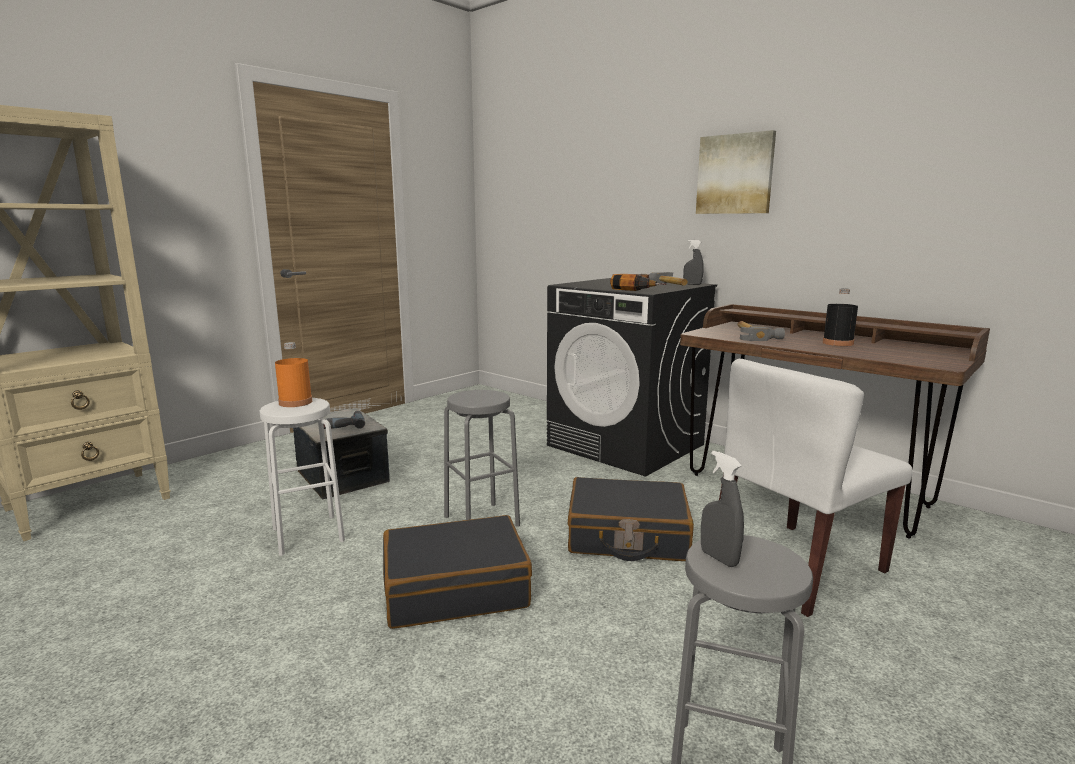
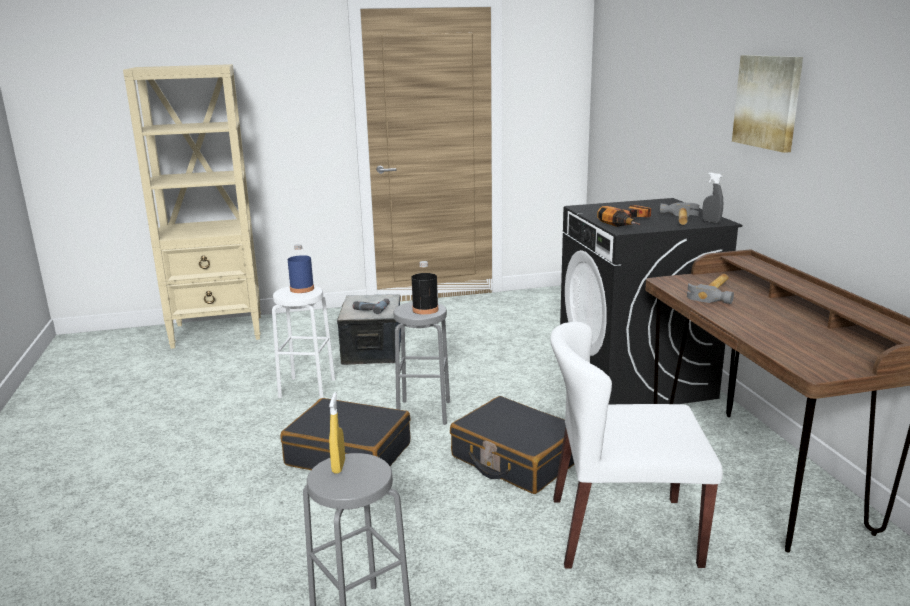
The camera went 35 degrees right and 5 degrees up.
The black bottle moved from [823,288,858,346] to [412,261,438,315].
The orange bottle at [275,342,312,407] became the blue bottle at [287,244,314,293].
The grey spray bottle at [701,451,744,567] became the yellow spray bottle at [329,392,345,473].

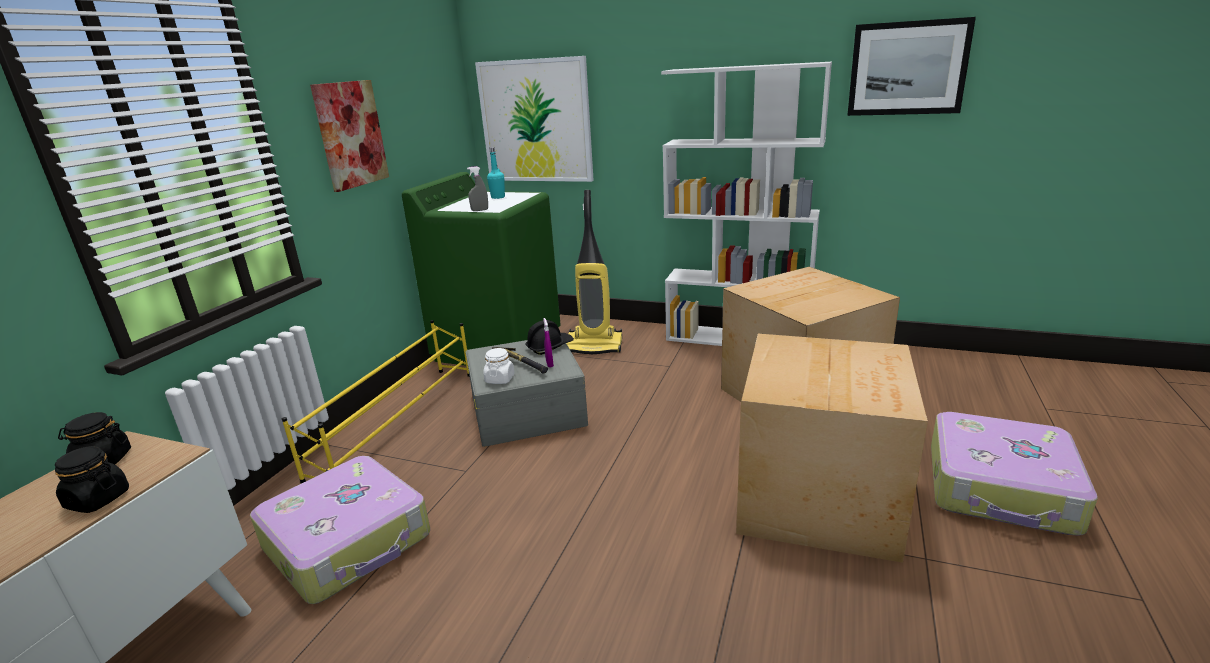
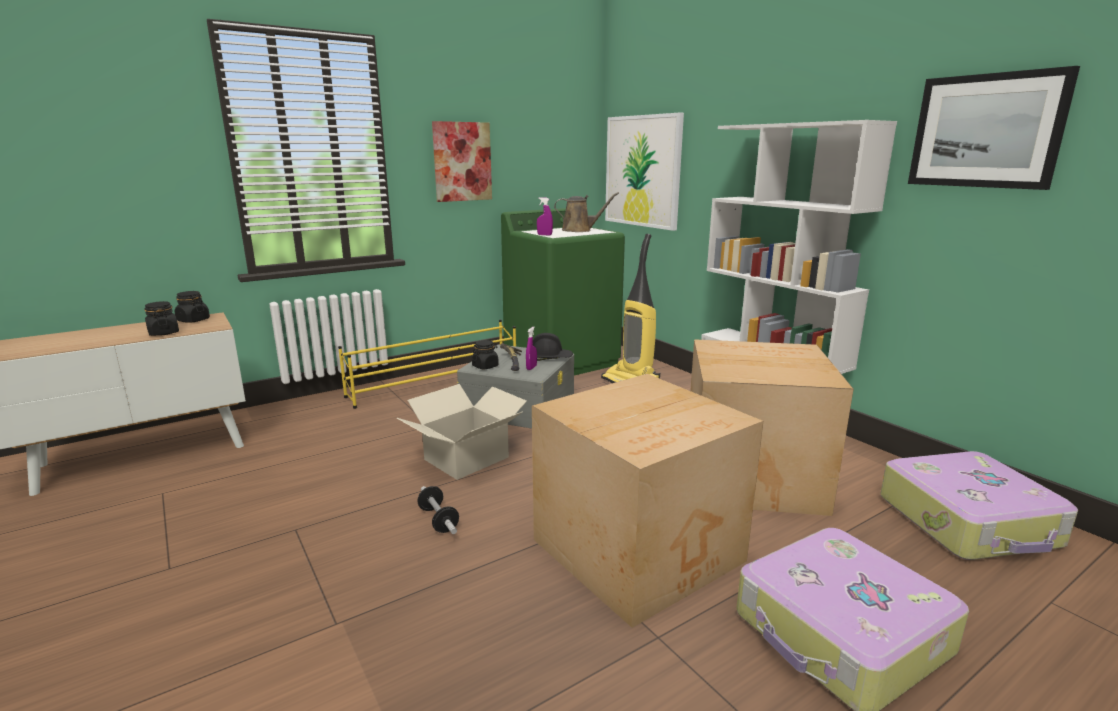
The camera went 35 degrees right and 5 degrees down.
The turquoise bottle at [487,147,505,199] was replaced by the brown watering can at [554,192,619,232].
The grey spray bottle at [467,166,488,211] became the purple spray bottle at [537,197,553,235].
The white jar at [483,348,515,384] became the black jar at [472,340,499,369].
The suitcase moved from [250,456,430,604] to [880,451,1078,560].
The cardboard box at [397,384,527,480] appeared.
The dumbbell at [417,486,459,534] appeared.

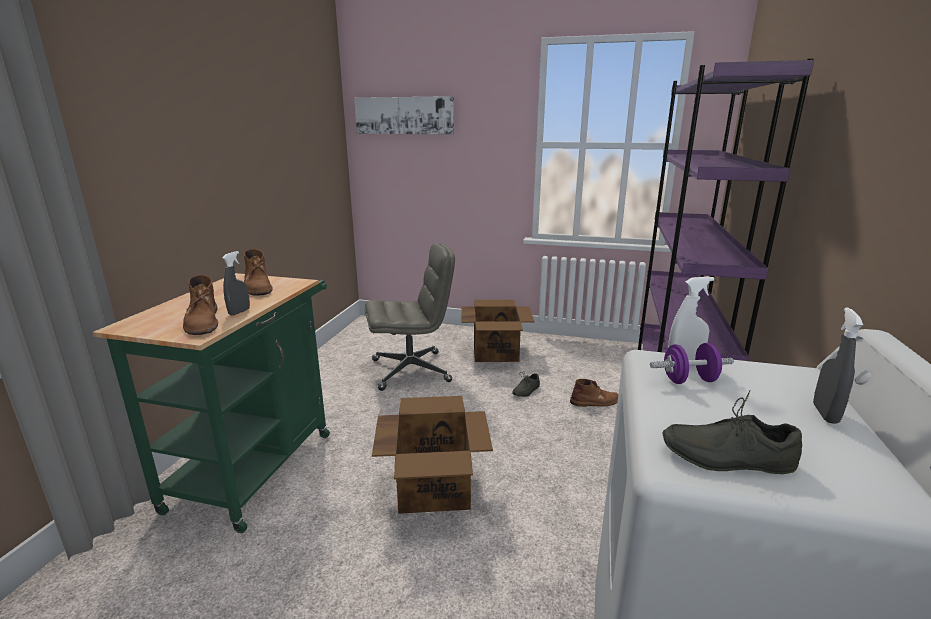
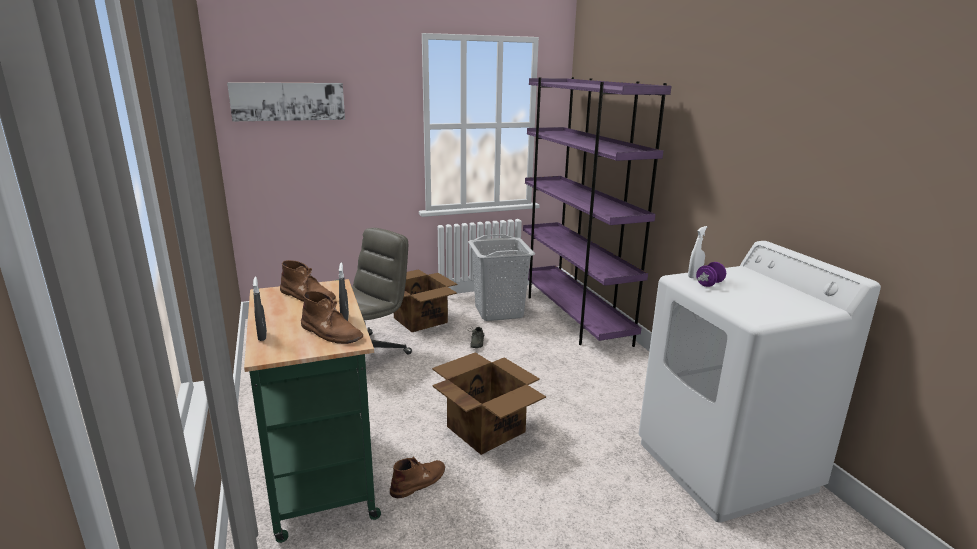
The camera went 35 degrees left and 0 degrees up.
The grey spray bottle moved from [813,307,863,424] to [253,276,267,341].
The brown boot moved from [570,379,618,407] to [390,457,445,498].
The grey shoe at [662,390,802,474] disappeared.
The grey laundry basket at [468,234,535,321] appeared.

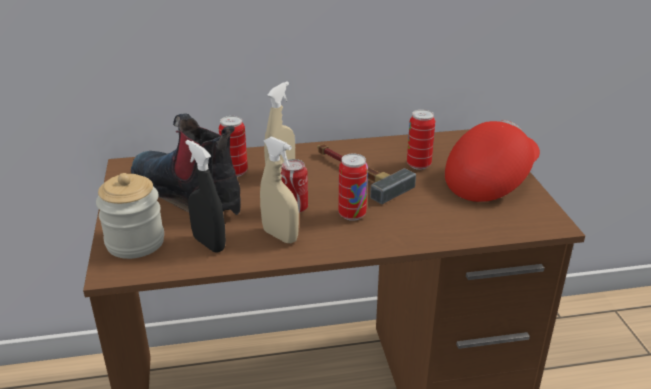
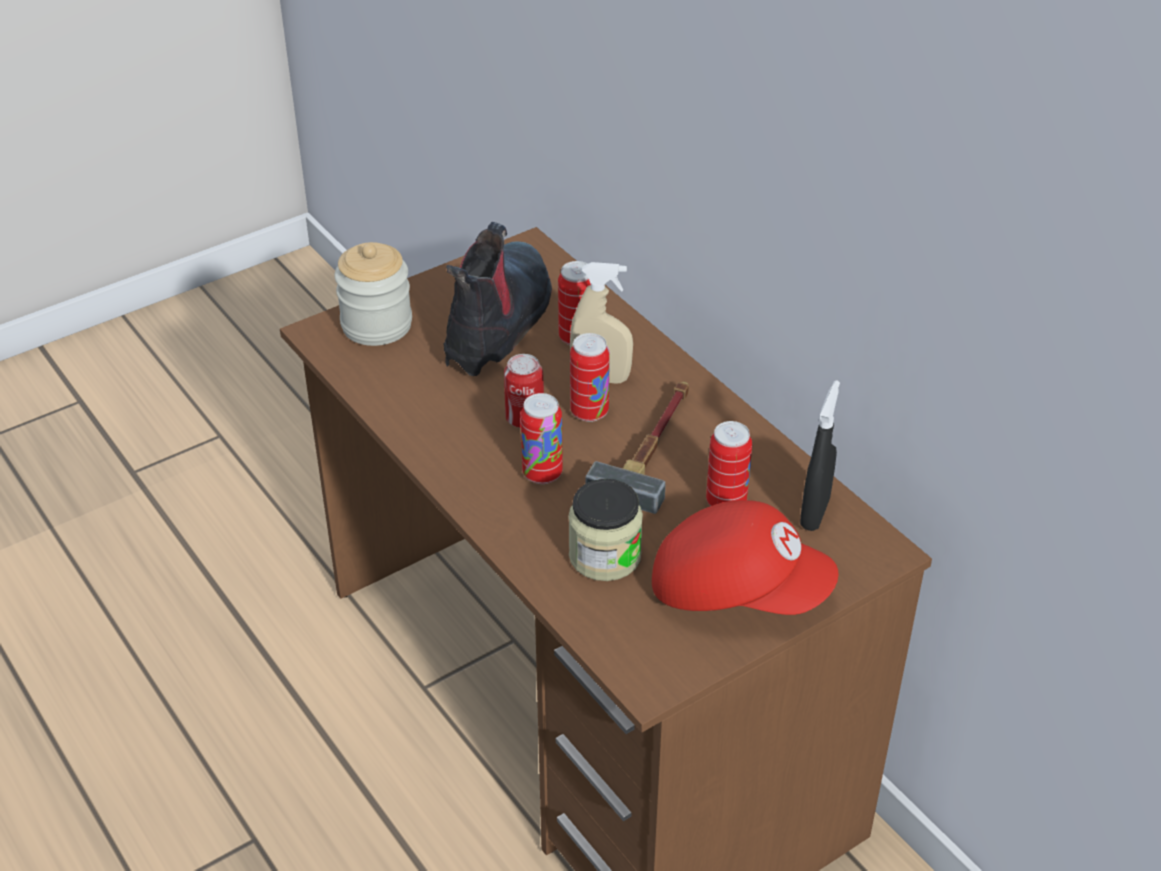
The camera went 65 degrees right and 10 degrees up.
The beige spray bottle at [260,136,299,243] disappeared.
The black spray bottle moved from [186,140,226,253] to [800,380,840,531].
The can at [570,333,610,422] appeared.
The jar at [568,479,643,581] appeared.

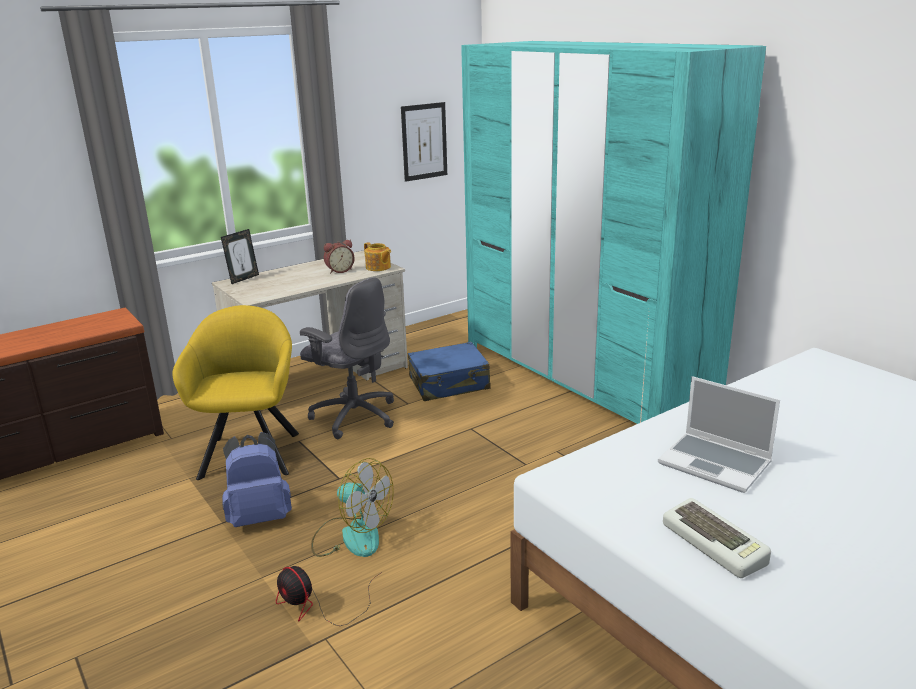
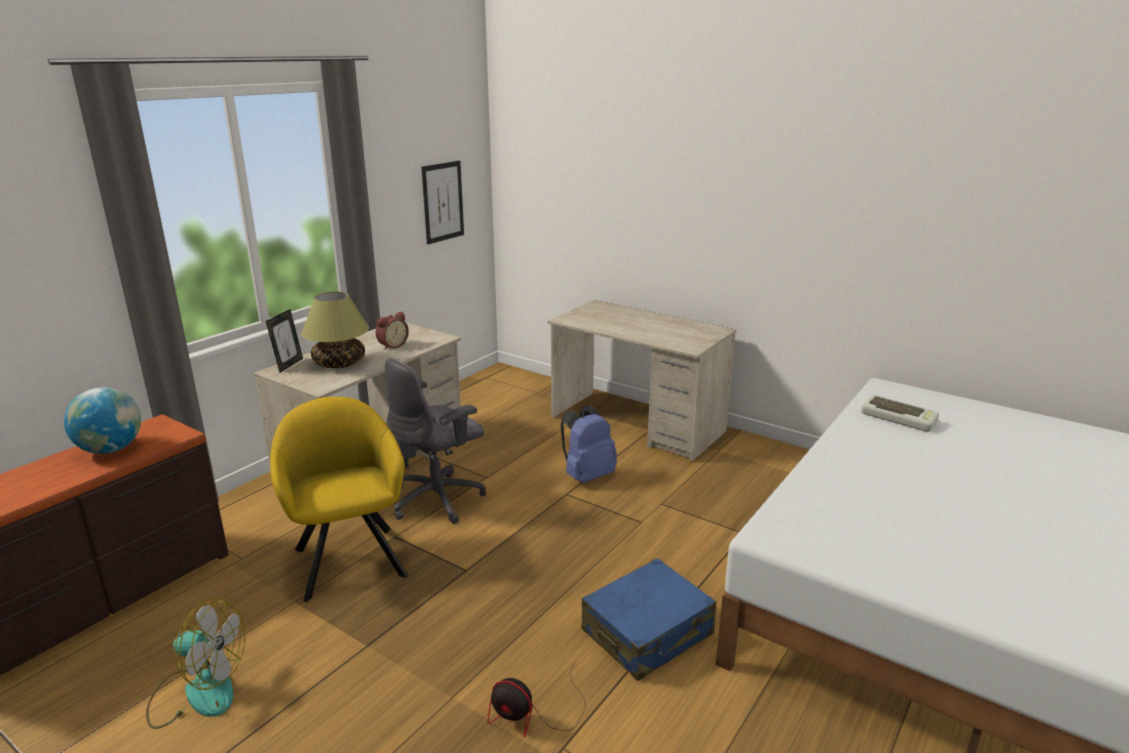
The camera went 20 degrees left and 0 degrees up.
The turquoise wardrobe at [461,41,766,424] was replaced by the beige desk at [548,300,736,461].
The teapot at [364,242,391,271] disappeared.
The grey office chair at [300,277,394,439] turned 120 degrees clockwise.
The blue suitcase moved from [408,342,491,401] to [582,558,716,681].
The laptop at [658,376,780,493] disappeared.
The blue backpack moved from [222,432,292,527] to [561,406,617,483].
The fan moved from [311,458,394,557] to [146,598,245,729].
The keyboard moved from [663,498,771,578] to [861,395,939,432].
The table lamp at [301,292,369,368] appeared.
The globe at [64,387,141,454] appeared.

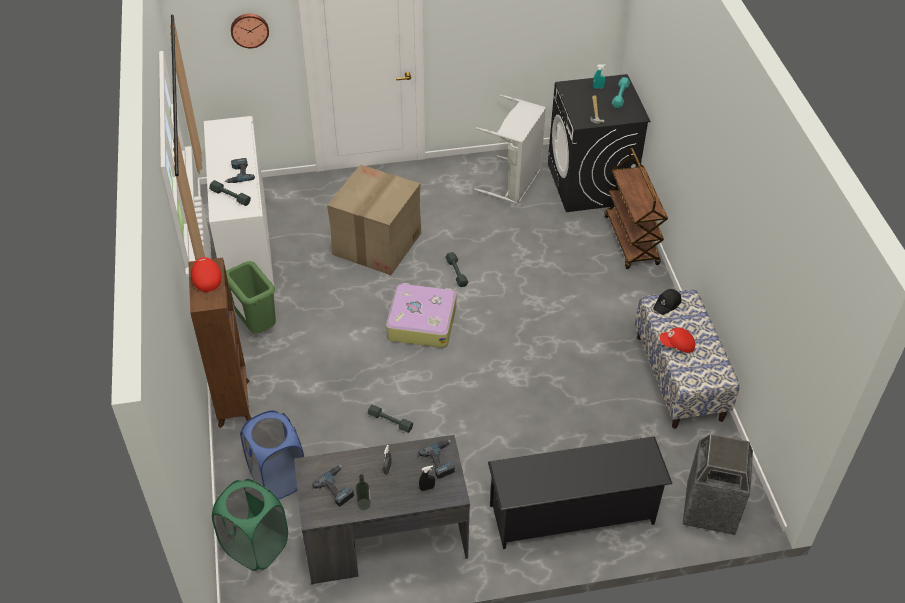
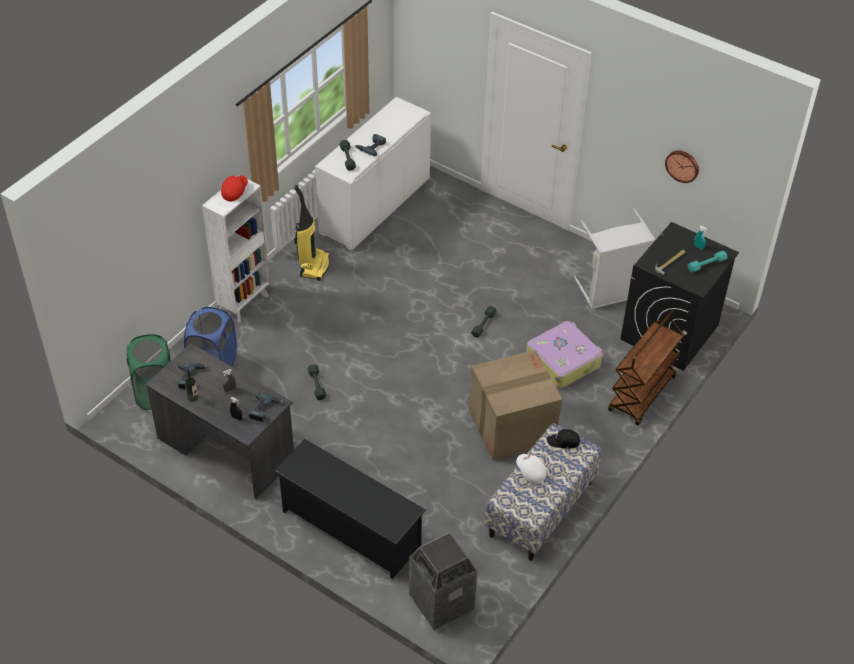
The camera went 45 degrees right and 0 degrees up.
The wall clock moved from [231,14,269,48] to [665,151,699,183].
The cardboard box moved from [327,164,421,275] to [469,350,562,461].
The brown bookcase at [188,258,251,428] became the white bookcase at [202,175,270,322].
The green trash can at [226,261,276,333] was replaced by the vacuum cleaner at [294,185,330,281].
The suitcase moved from [386,283,457,348] to [526,321,603,388].
The red cap at [660,327,695,353] became the white cap at [516,454,547,484].

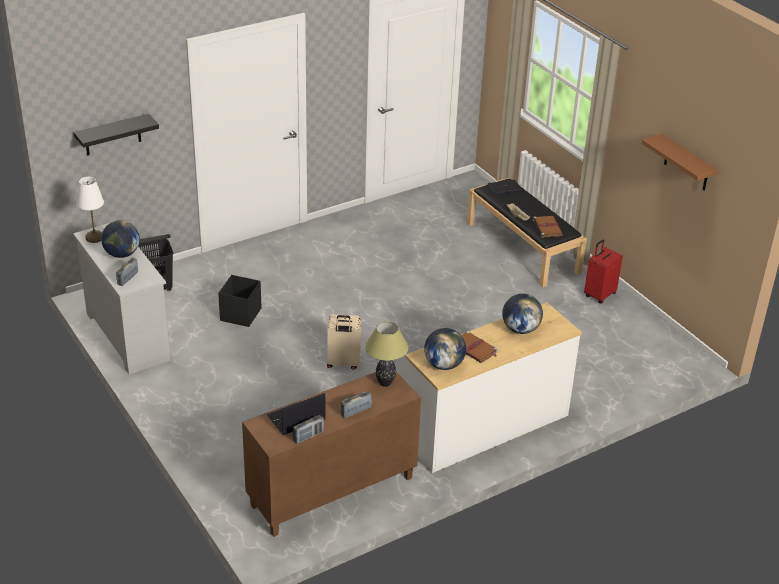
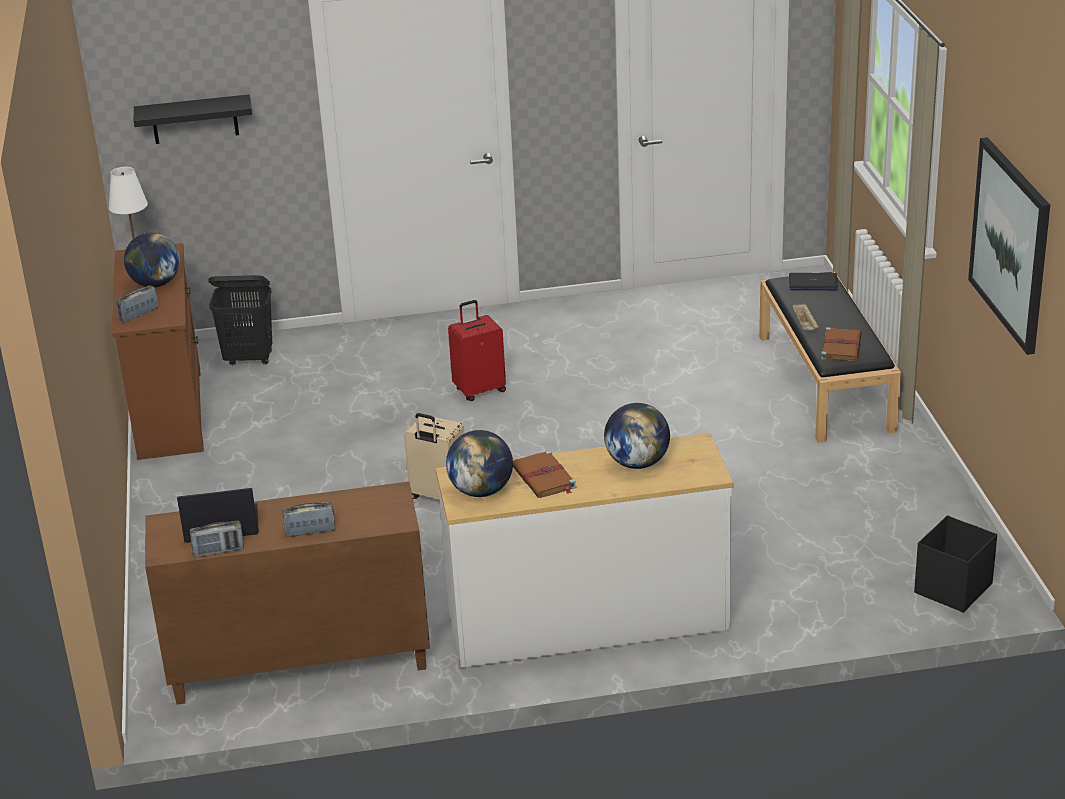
The camera went 25 degrees right and 5 degrees down.
The brown shelf at [642,134,718,191] was replaced by the picture at [968,137,1050,355].
The white dresser at [73,223,170,375] became the brown dresser at [112,243,204,460].
The red suitcase moved from [584,240,623,304] to [448,300,506,401].
The black storage box moved from [218,275,261,327] to [914,515,997,613].
The table lamp at [365,322,409,387] disappeared.

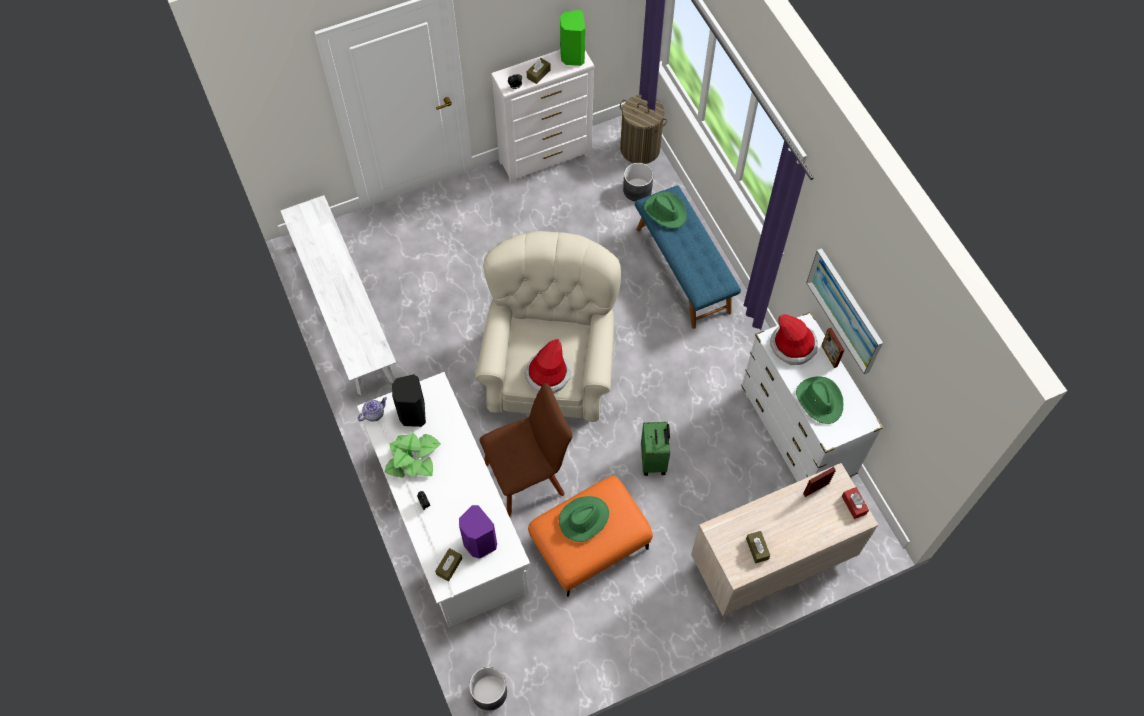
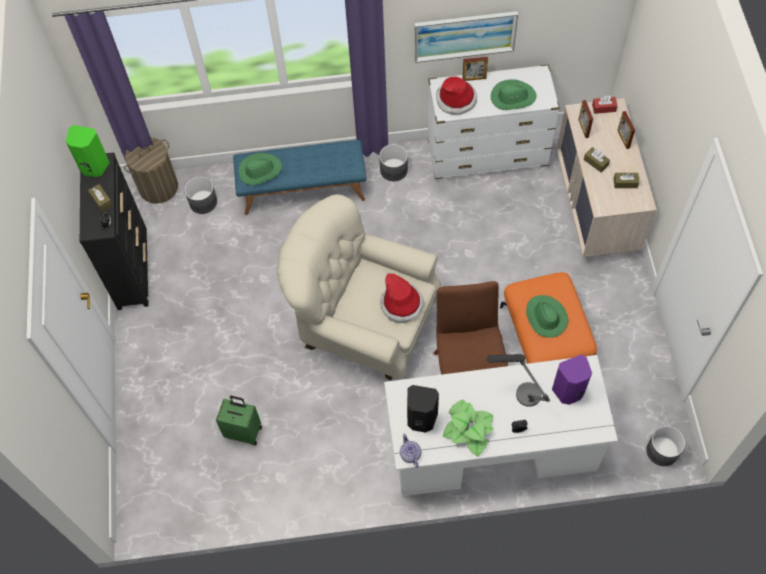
The camera went 70 degrees left and 0 degrees up.
The white dresser at [491,50,595,184] became the black dresser at [80,152,149,310].
The white bench at [280,195,396,396] disappeared.
The green suitcase moved from [641,422,670,476] to [216,396,262,445].
The brown tissue box moved from [435,548,463,581] to [584,147,610,172].
The picture frame at [617,111,635,149] appeared.
The grey planter at [379,144,408,181] appeared.
The table lamp at [486,354,550,407] appeared.

